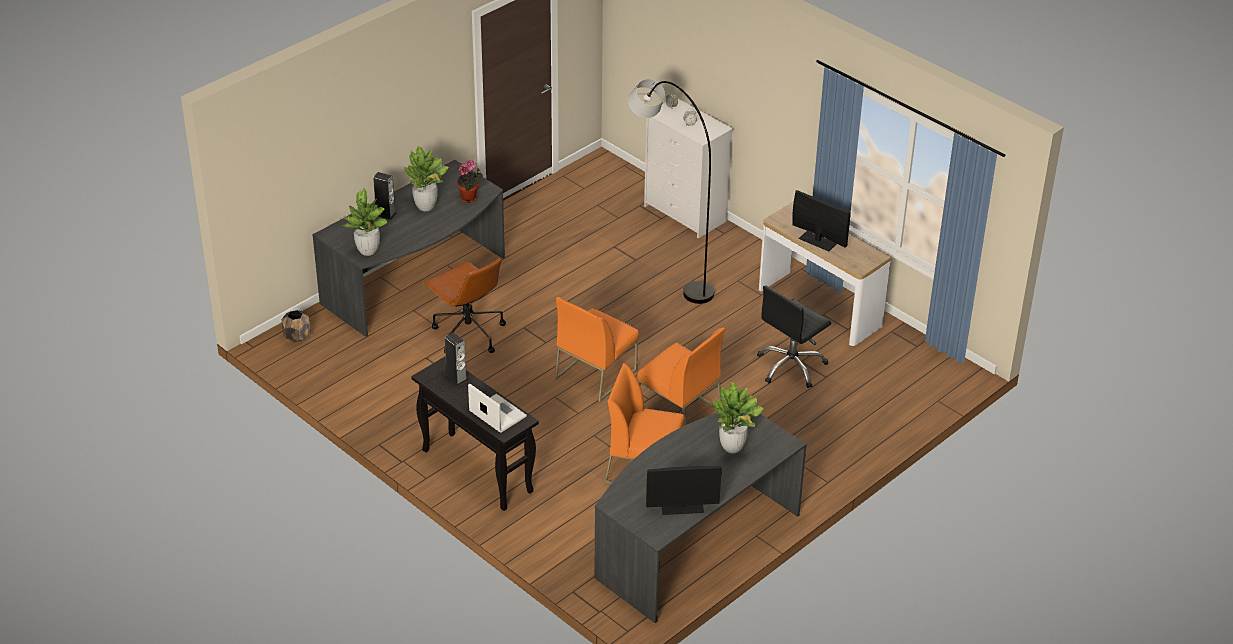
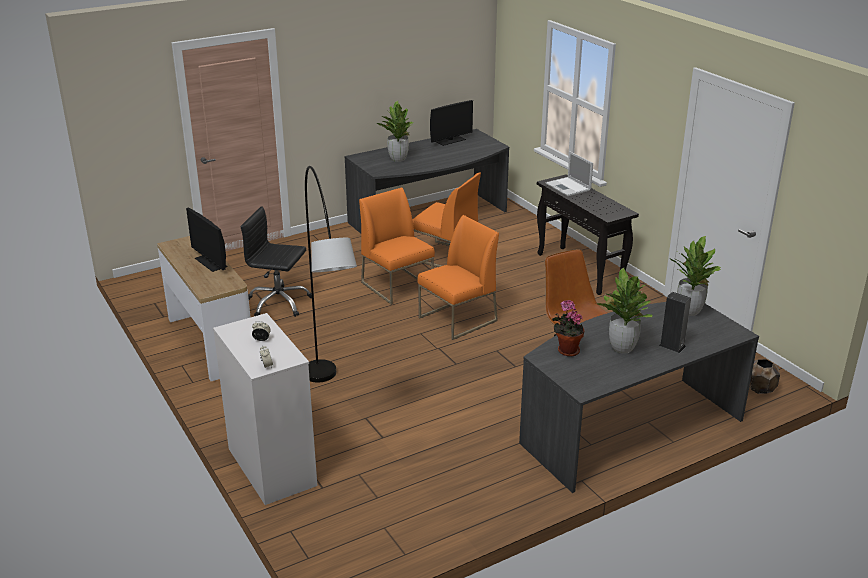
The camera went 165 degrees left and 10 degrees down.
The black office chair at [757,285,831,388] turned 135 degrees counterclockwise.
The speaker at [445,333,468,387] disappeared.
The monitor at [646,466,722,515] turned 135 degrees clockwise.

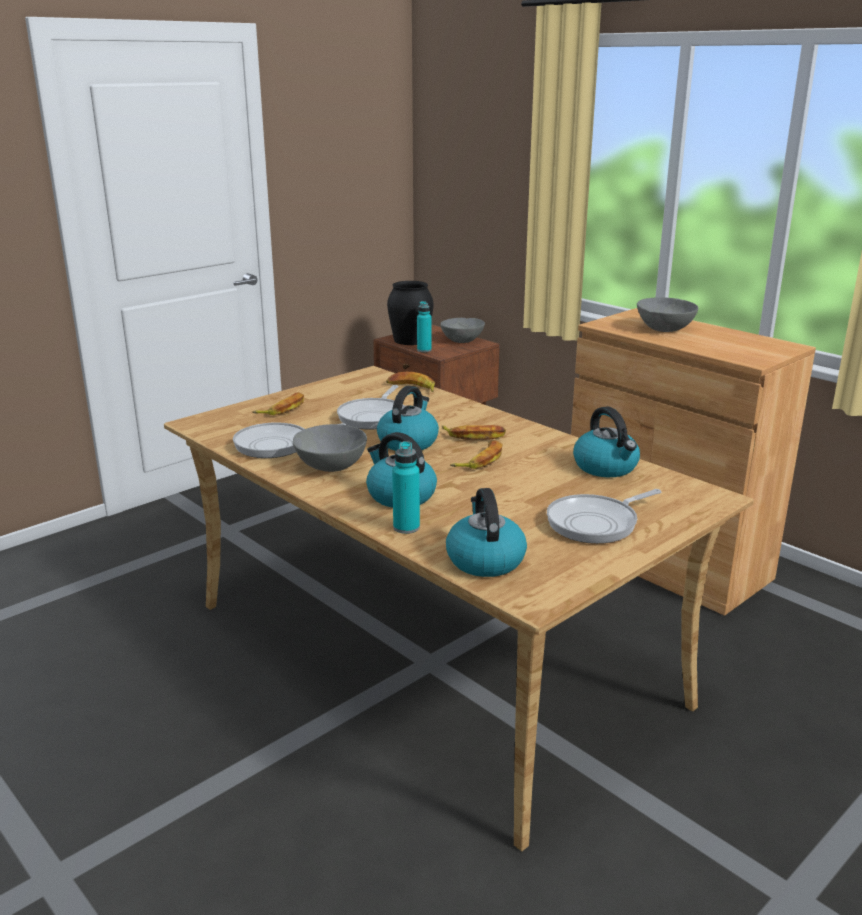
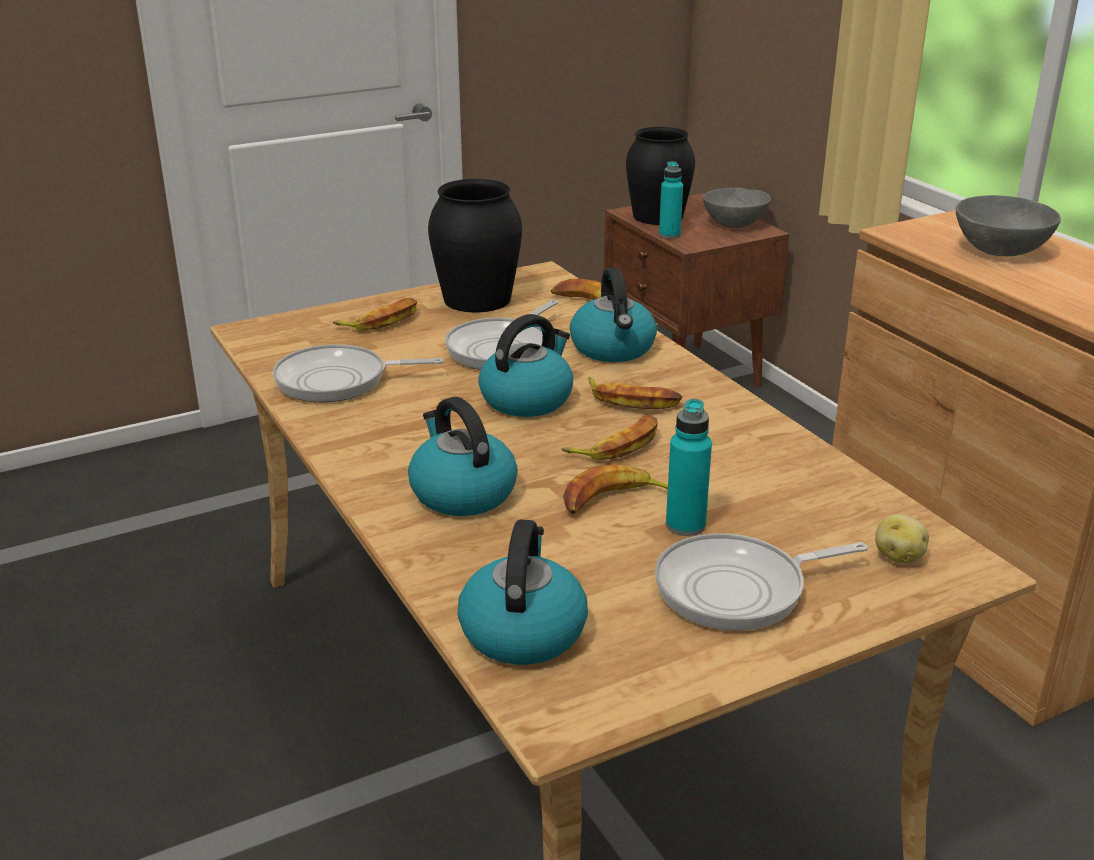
The camera went 15 degrees right and 5 degrees up.
The kettle moved from [573,406,640,477] to [570,268,657,362].
The grey bowl at [293,424,367,472] disappeared.
The turquoise bottle moved from [392,441,420,534] to [666,399,712,536].
The black vase at [428,179,522,312] appeared.
The banana at [563,464,668,514] appeared.
The potato at [875,514,929,564] appeared.

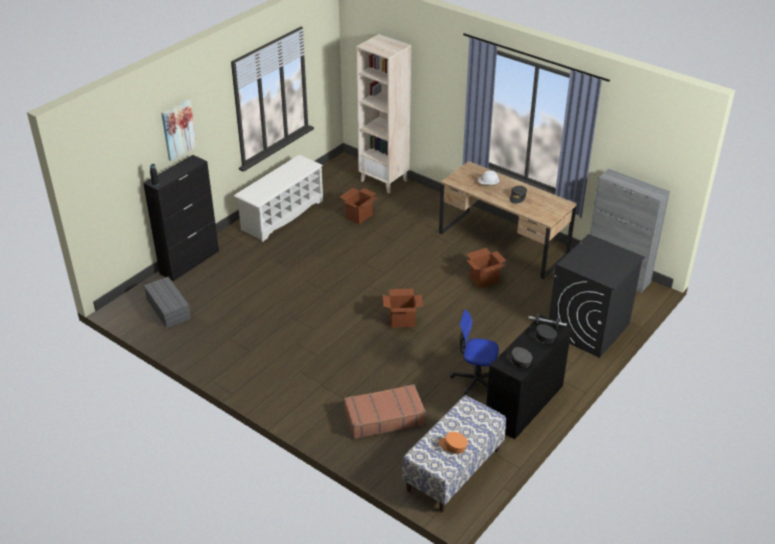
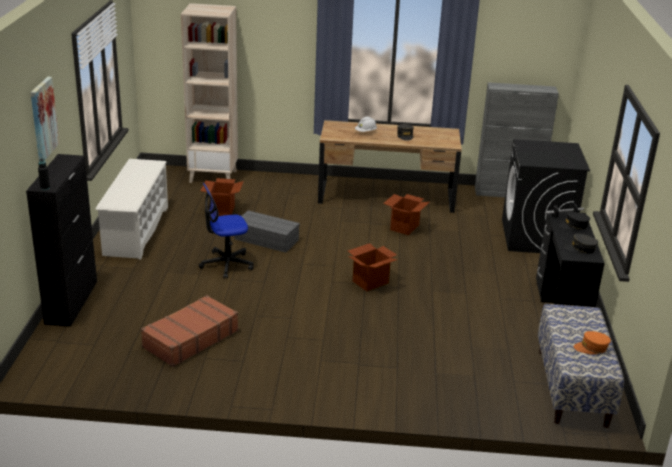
The camera went 35 degrees left and 10 degrees down.
The grey storage box moved from [144,277,191,328] to [234,210,300,253].
The office chair moved from [450,310,499,397] to [199,183,254,279].
The brown suitcase moved from [344,384,426,439] to [141,295,239,367].

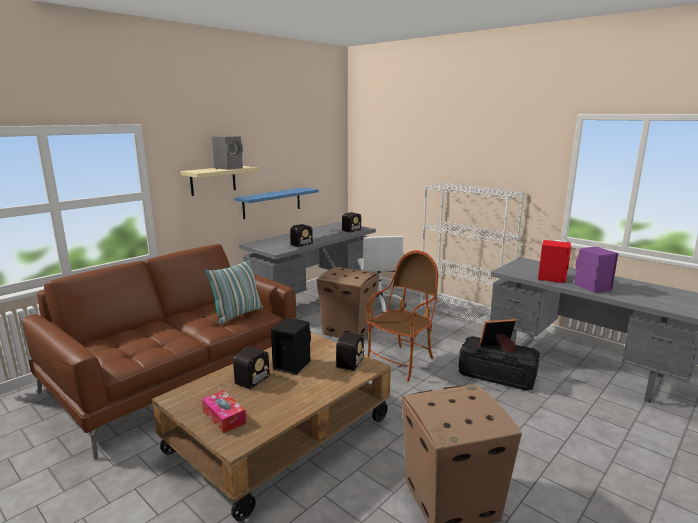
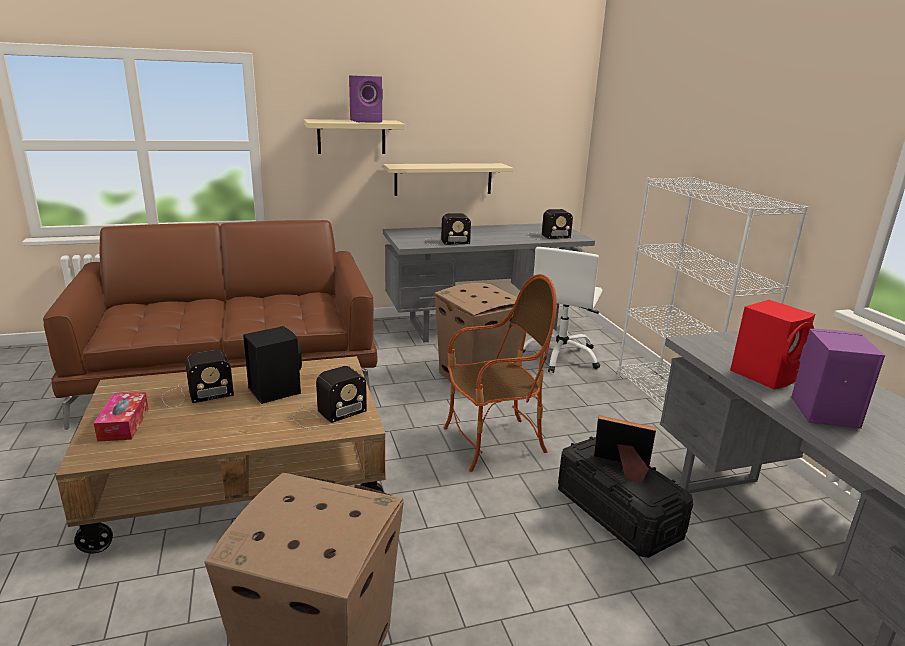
The camera went 30 degrees right and 5 degrees up.
The grey speaker at [212,136,243,170] became the purple speaker at [349,75,383,123].
The blue shelf at [235,187,319,219] became the beige shelf at [383,163,514,196].
The pillow at [206,259,263,324] disappeared.

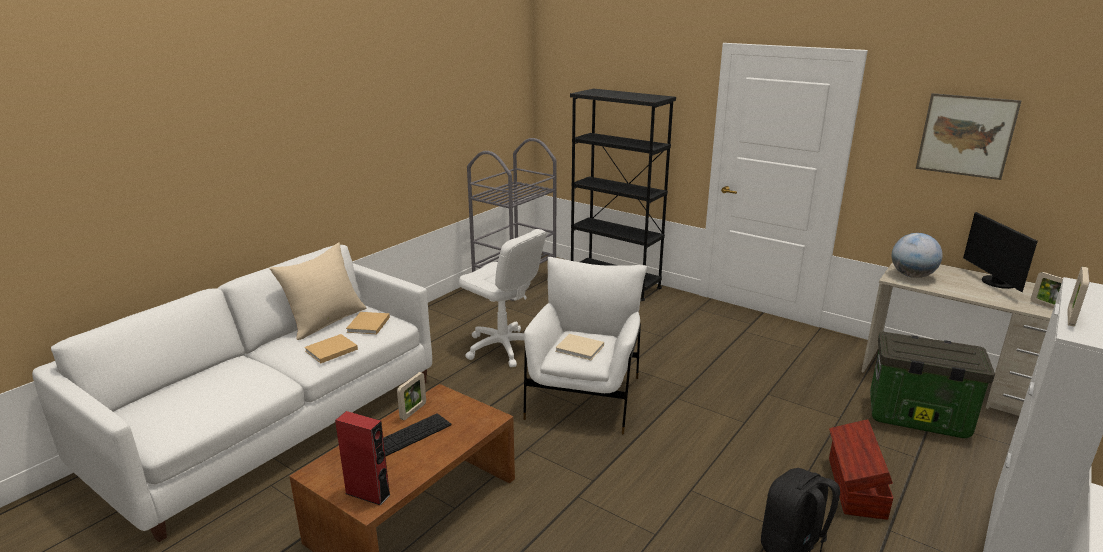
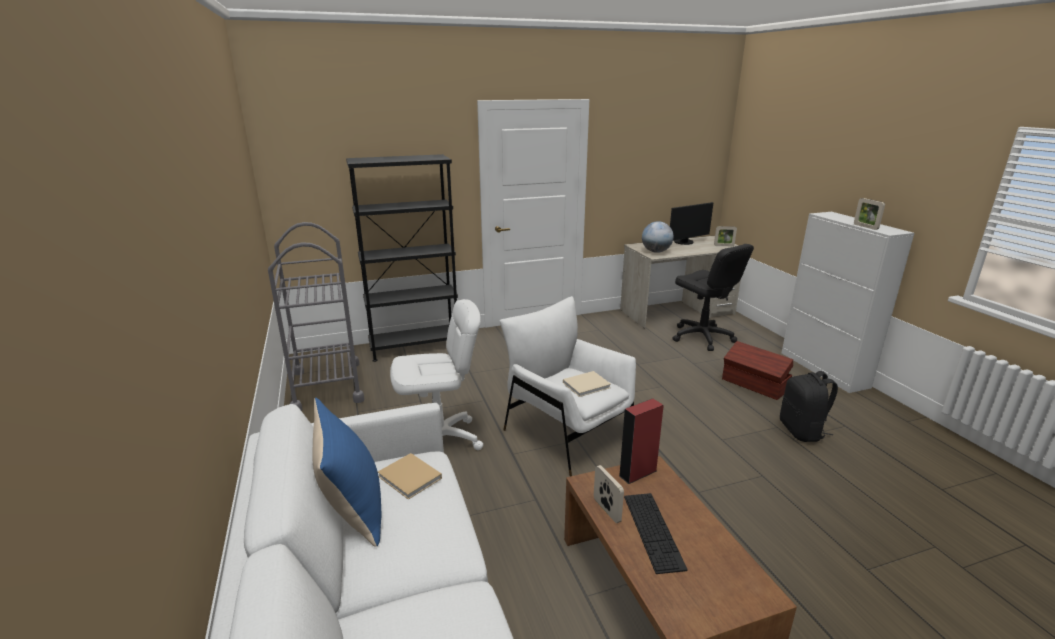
The camera went 55 degrees left and 0 degrees up.
The picture at [916,93,1022,180] disappeared.
The monitor at [963,212,1038,292] turned 60 degrees counterclockwise.
The beige pillow at [270,242,366,340] became the blue pillow at [312,398,381,547].
The storage box at [870,332,995,438] was replaced by the black office chair at [672,244,754,351].
The beige book at [304,334,358,364] disappeared.
The red speaker moved from [335,411,391,506] to [619,399,664,484].

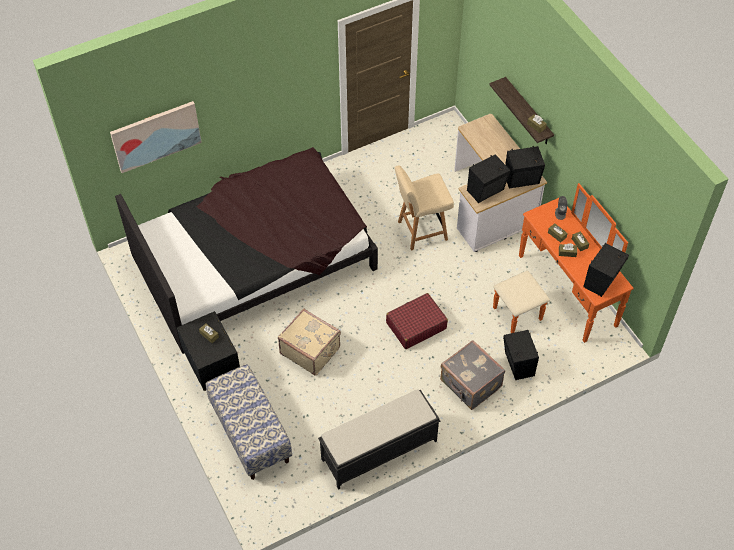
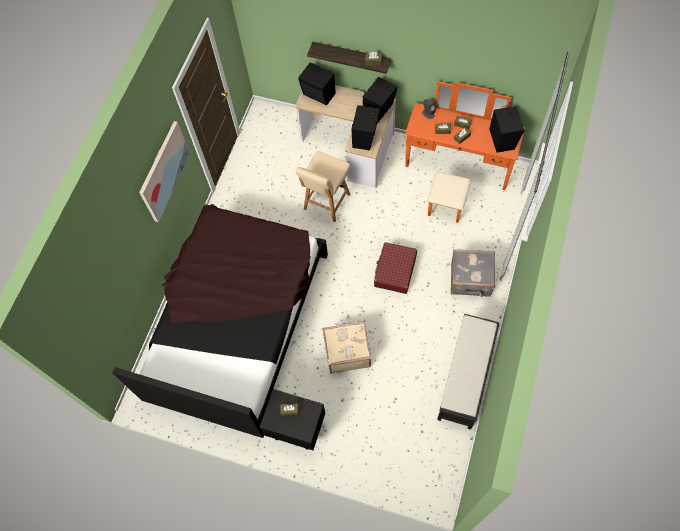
The camera went 40 degrees left and 10 degrees up.
The picture moved from [110,101,202,173] to [139,121,190,222].
The black speaker moved from [503,330,539,380] to [298,62,336,105].
The bench at [206,364,292,480] disappeared.

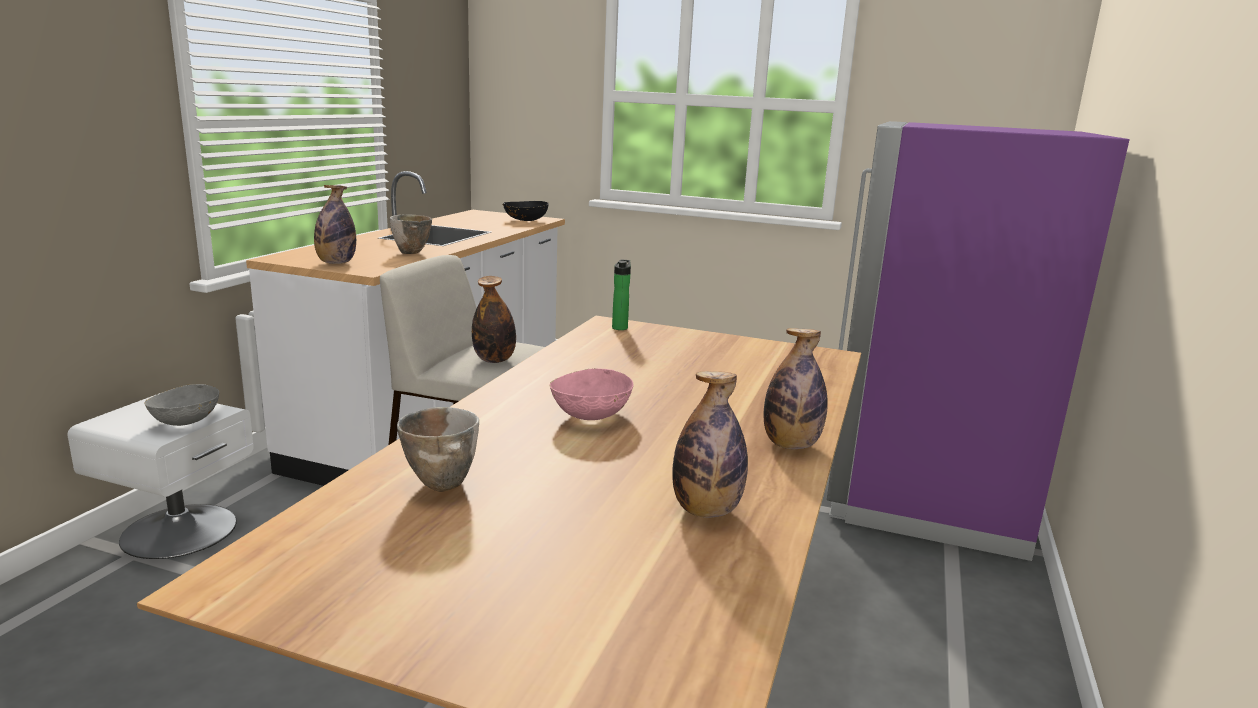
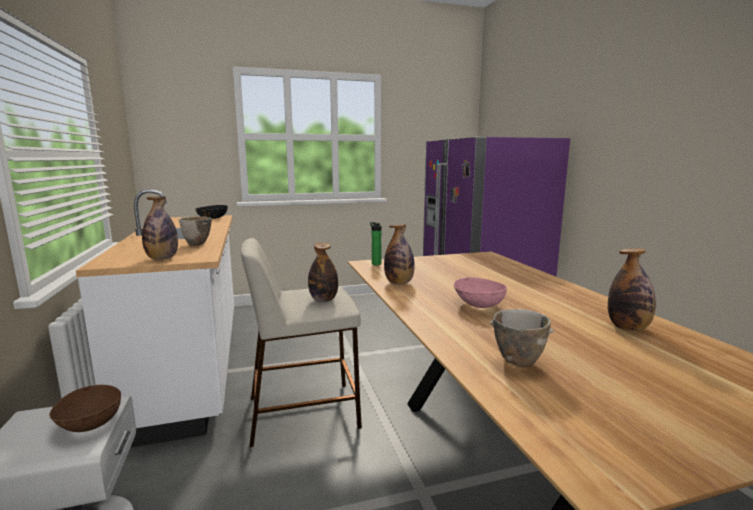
The camera went 35 degrees left and 5 degrees down.
The bottle moved from [763,328,828,449] to [384,224,415,284].
The grey bowl at [144,384,219,426] became the brown bowl at [49,385,121,432].

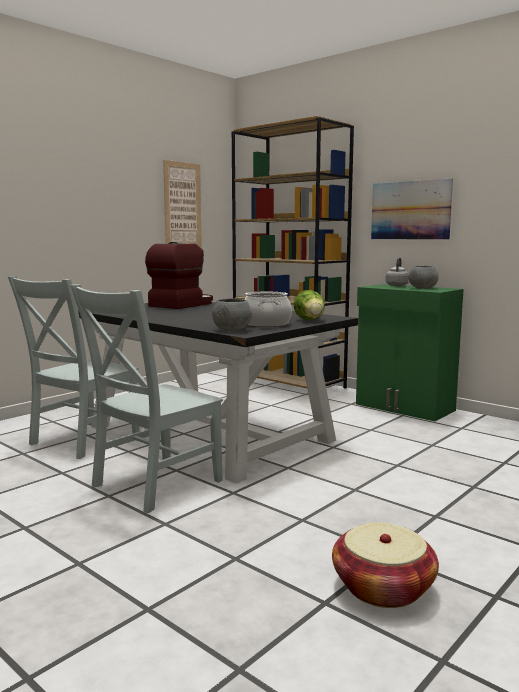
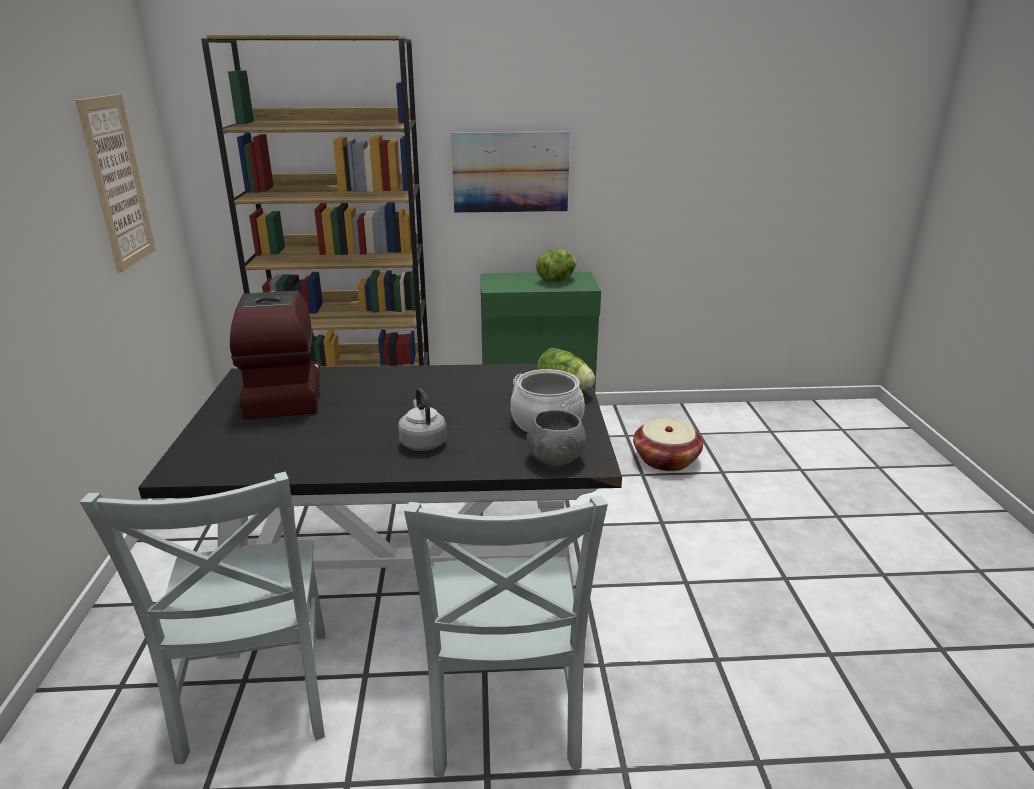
The camera went 45 degrees left and 15 degrees up.
The grey kettle moved from [386,257,409,286] to [398,388,447,451].
The grey bowl at [409,266,439,289] was replaced by the lettuce at [536,249,576,283].
The basket moved from [332,522,439,608] to [633,419,703,471].

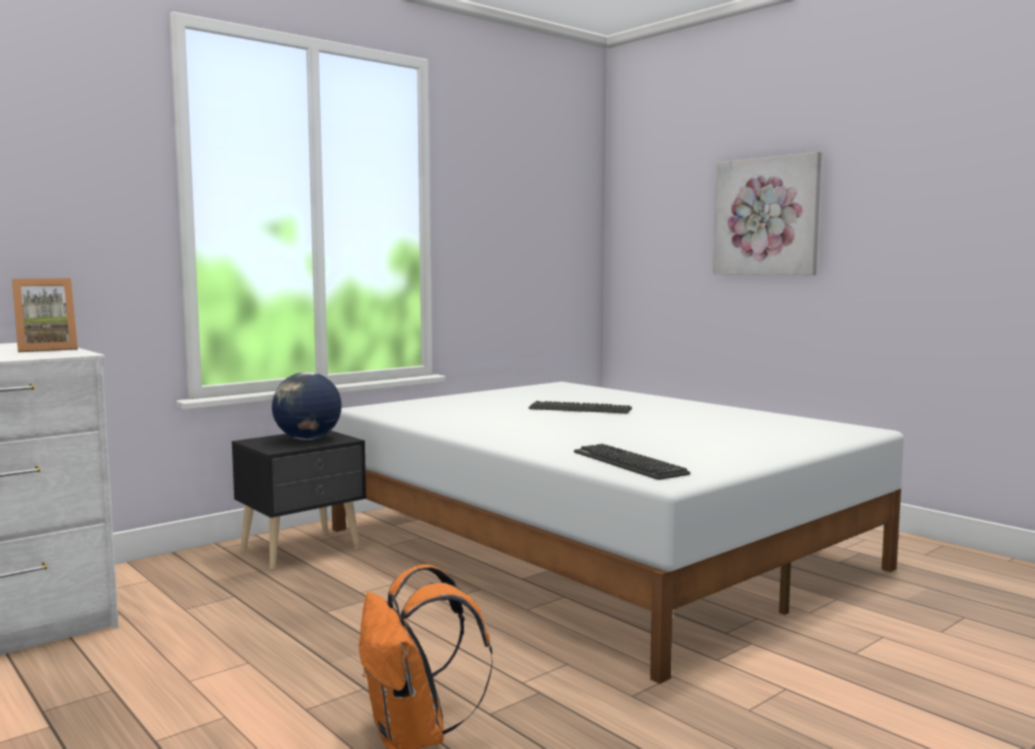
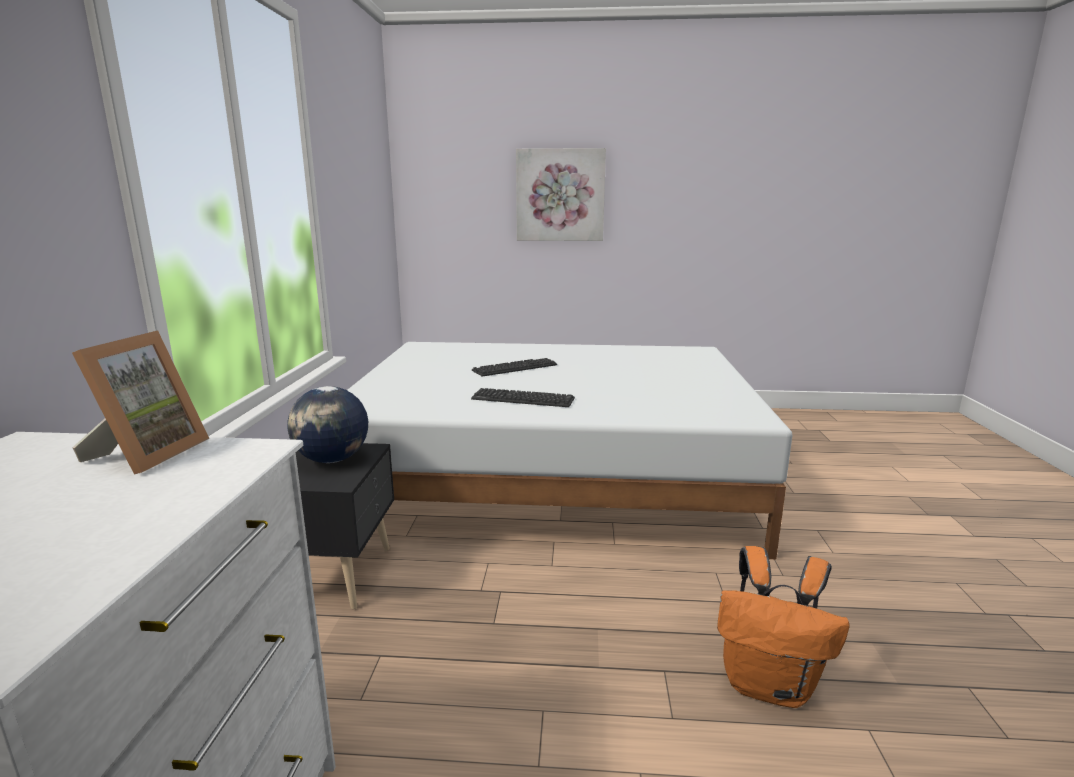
The camera went 45 degrees left and 10 degrees up.
The keyboard moved from [574,444,690,480] to [471,388,575,407].

